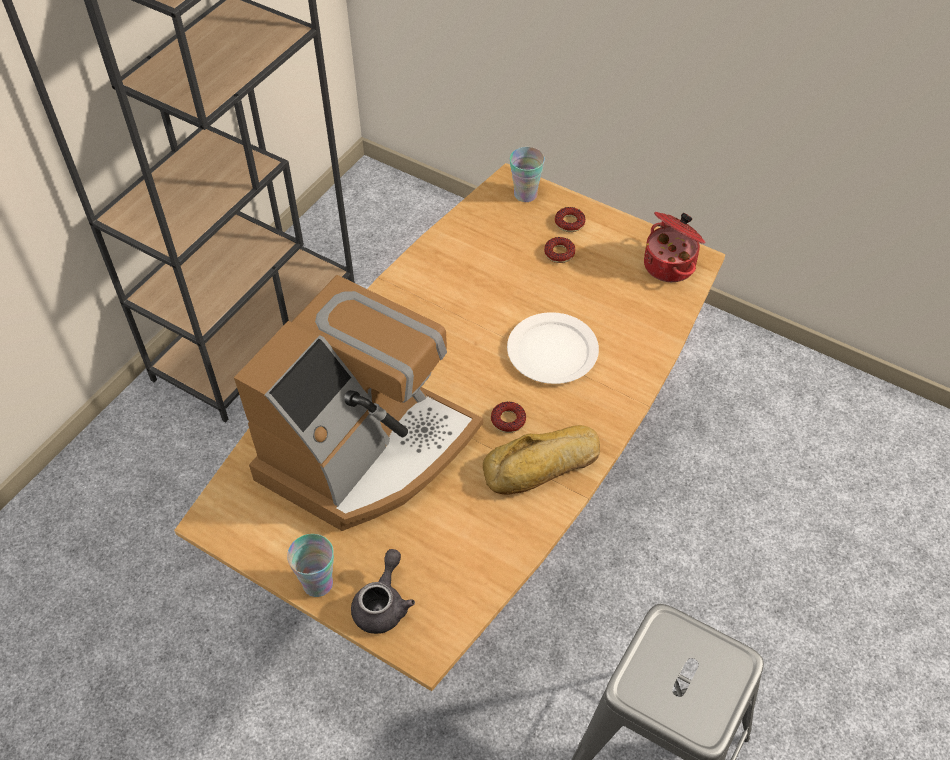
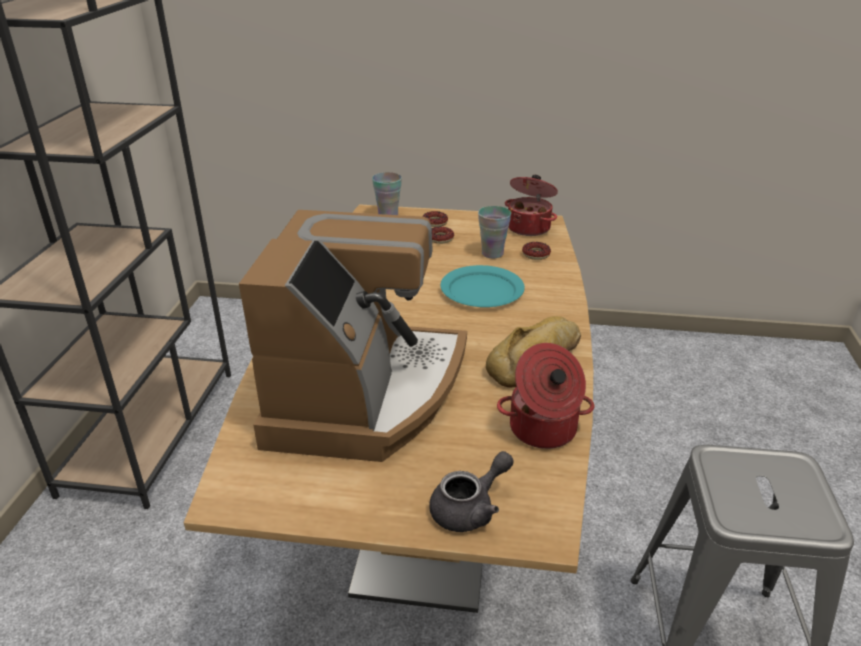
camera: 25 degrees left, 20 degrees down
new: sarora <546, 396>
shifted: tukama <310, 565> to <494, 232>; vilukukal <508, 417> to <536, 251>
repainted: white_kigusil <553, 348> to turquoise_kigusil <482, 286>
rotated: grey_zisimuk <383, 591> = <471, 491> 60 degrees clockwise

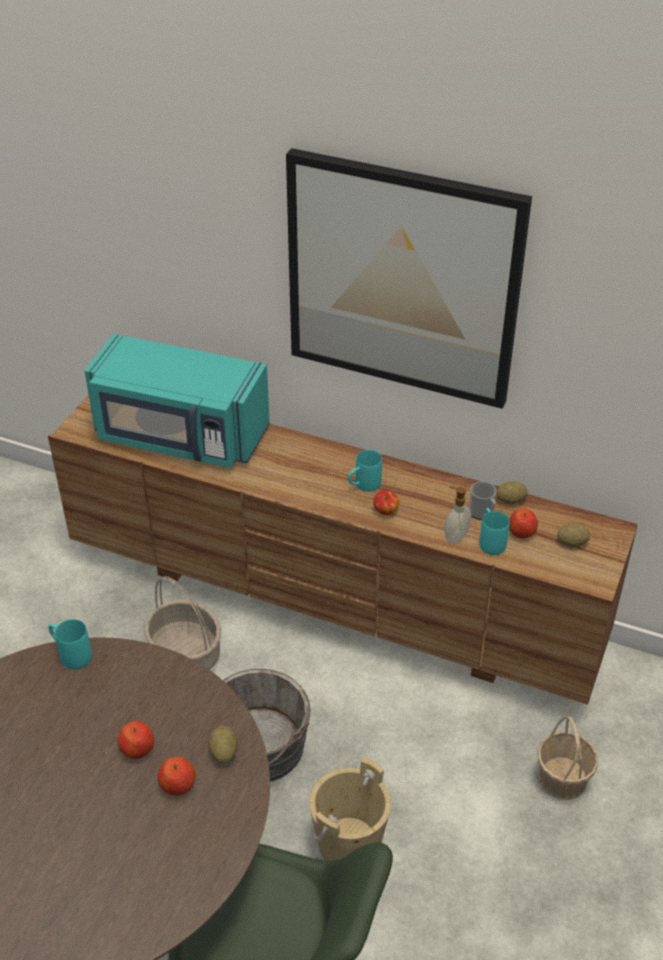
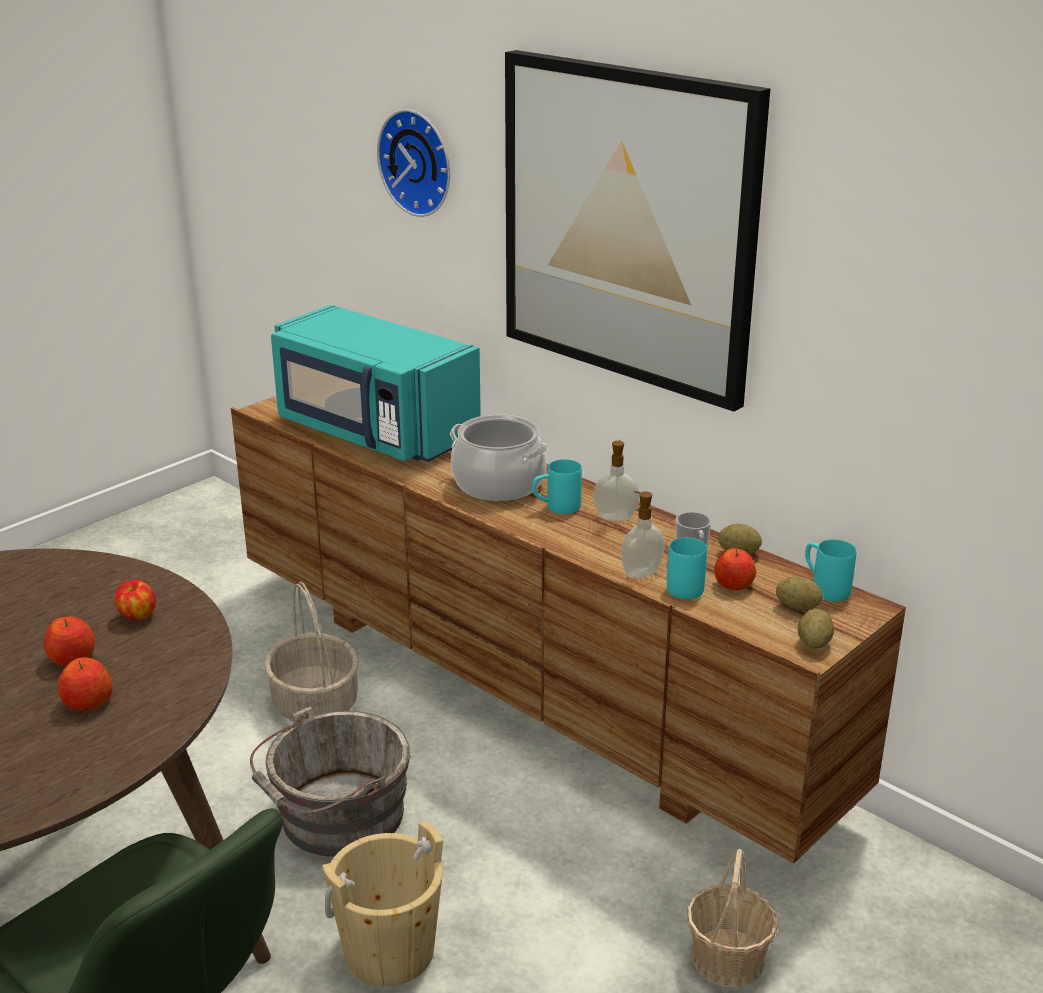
camera: 20 degrees right, 15 degrees down
new: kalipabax <413, 163>; sarora <499, 458>; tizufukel <616, 480>
shifted: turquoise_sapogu <70, 644> to <830, 570>; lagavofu <223, 745> to <816, 628>; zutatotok <386, 502> to <135, 600>

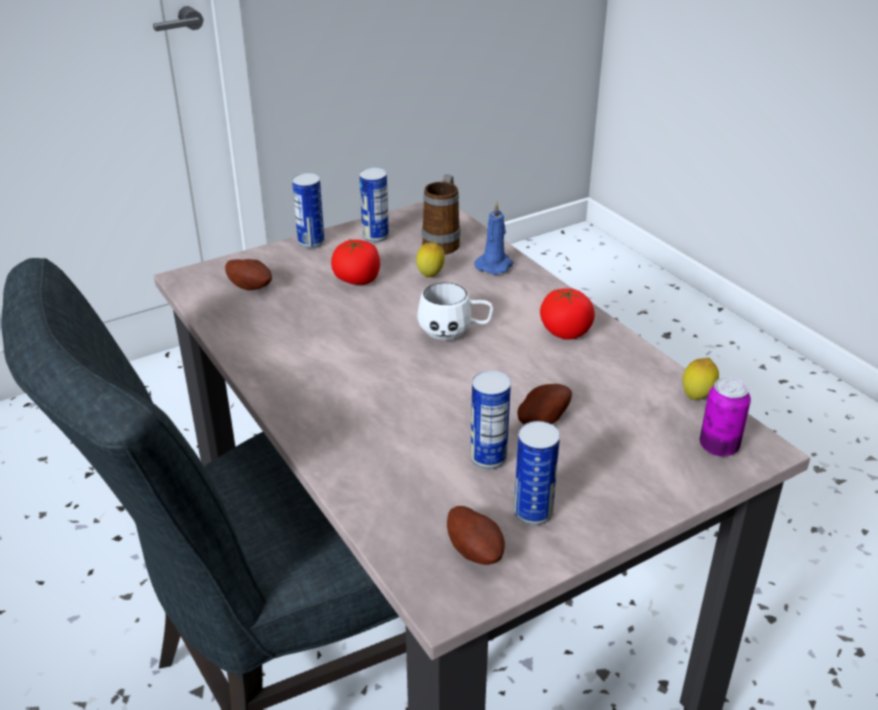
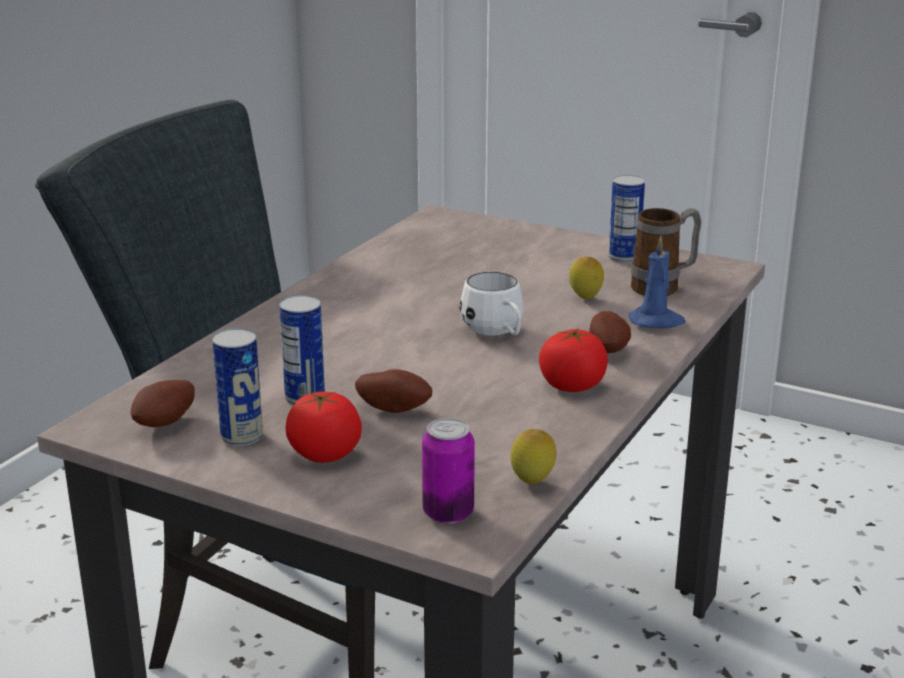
camera: 60 degrees right, 10 degrees down
gone: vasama <308, 211>
shifted: lagavofu <248, 274> to <610, 332>; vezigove <355, 262> to <323, 427>

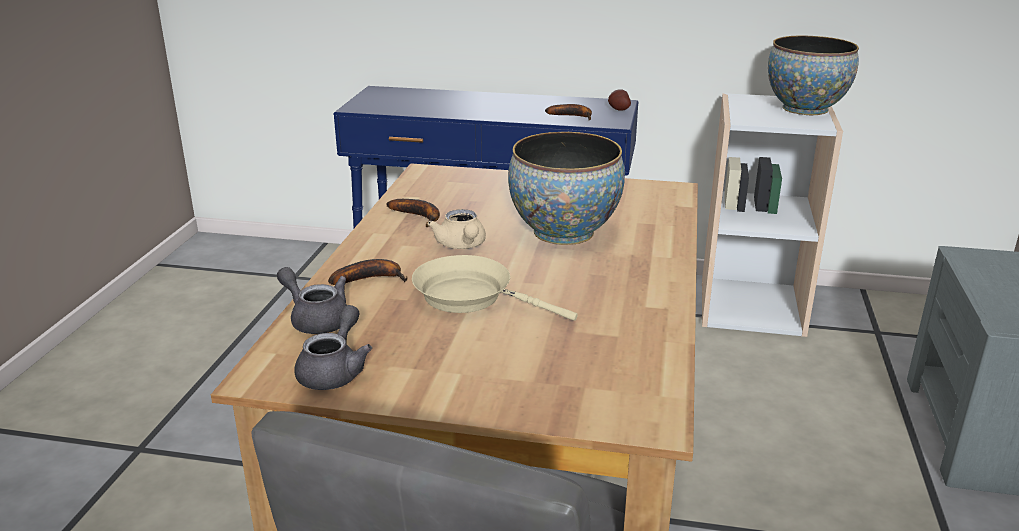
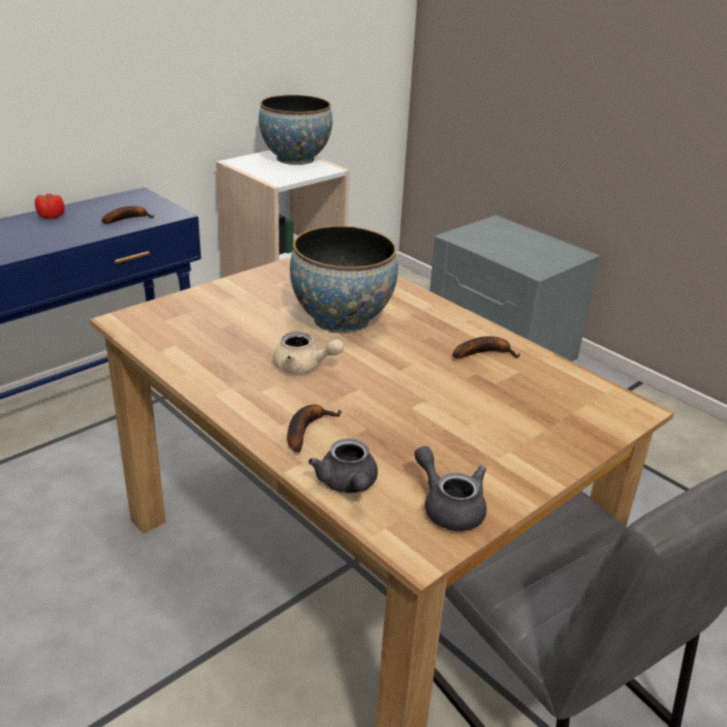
camera: 55 degrees left, 5 degrees up
gone: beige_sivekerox <495, 288>; lagavofu <619, 100>
new: vezigove <50, 206>
shifted: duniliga <413, 213> to <486, 347>
rotated: grey_zisimuk <311, 300> = <343, 466> 90 degrees counterclockwise

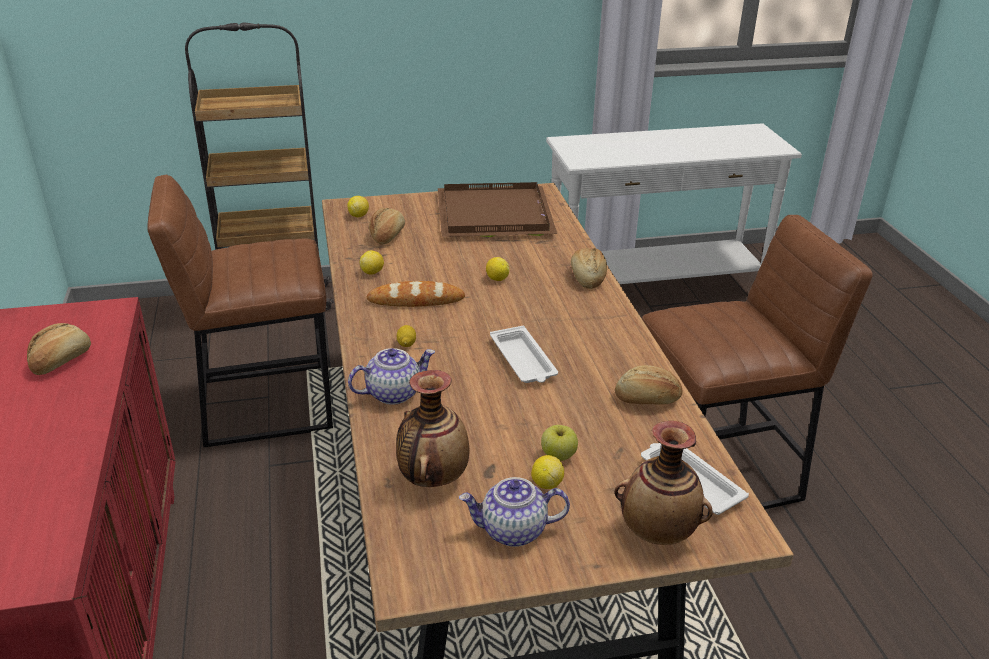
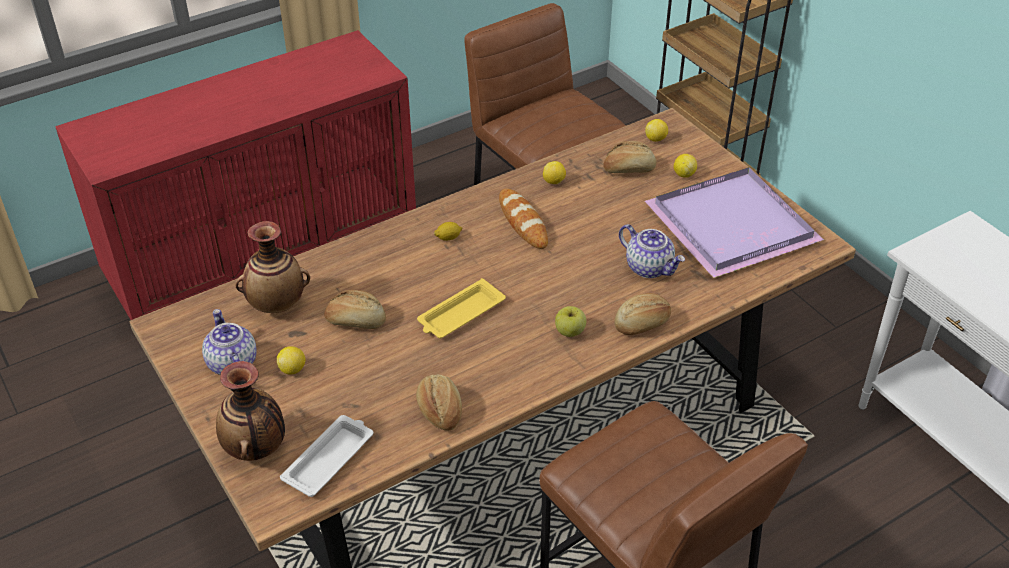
camera: 70 degrees right, 10 degrees up
shifted: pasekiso <59, 349> to <355, 309>; zisimuk <391, 376> to <652, 251>; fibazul <497, 269> to <685, 166>; zutatotok <559, 443> to <570, 321>
repainted: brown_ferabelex <497, 209> to purple_ferabelex <734, 222>; white_ferabelex <524, 354> to yellow_ferabelex <461, 308>

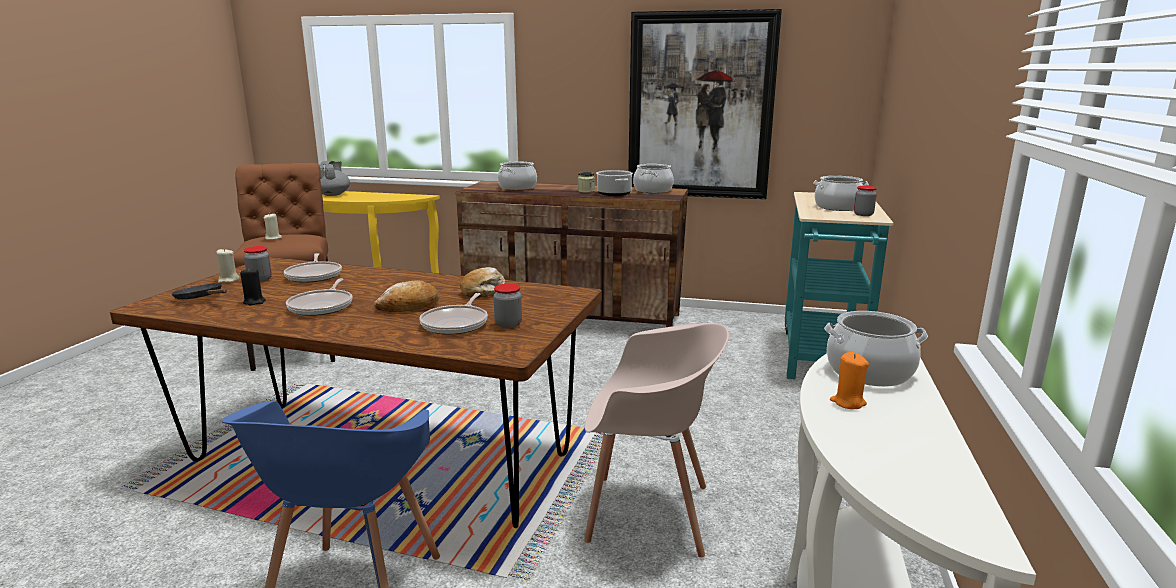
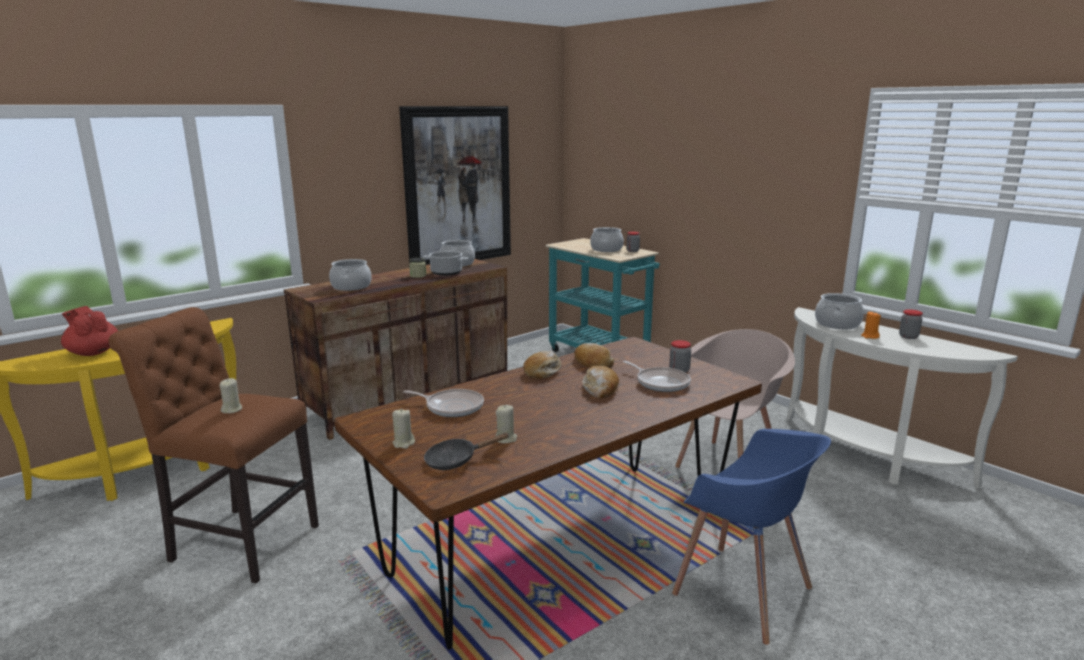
camera: 55 degrees left, 0 degrees up
gone: sivekerox <319, 297>
new: pasekiso <542, 365>
shifted: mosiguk <258, 264> to <911, 324>
repainted: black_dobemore <253, 286> to beige_dobemore <506, 424>; grey_zisimuk <335, 178> to red_zisimuk <89, 331>

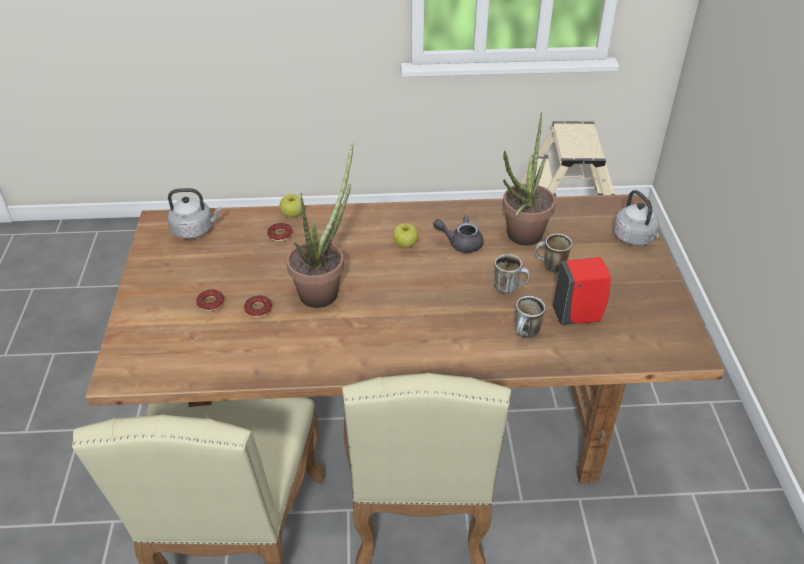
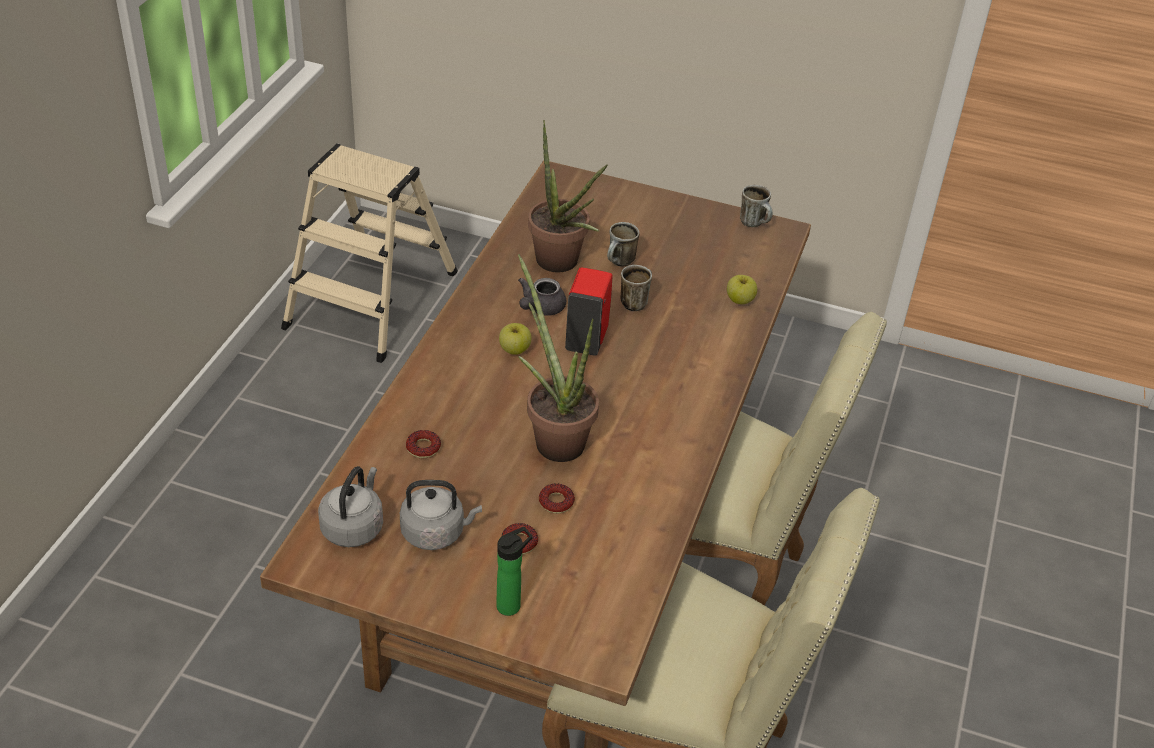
camera: 70 degrees left, 0 degrees up
new: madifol <514, 571>
shifted: zutatotok <292, 206> to <742, 289>; sapogu <530, 317> to <756, 206>; red_tizufukel <582, 291> to <588, 312>; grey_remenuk <636, 218> to <441, 515>

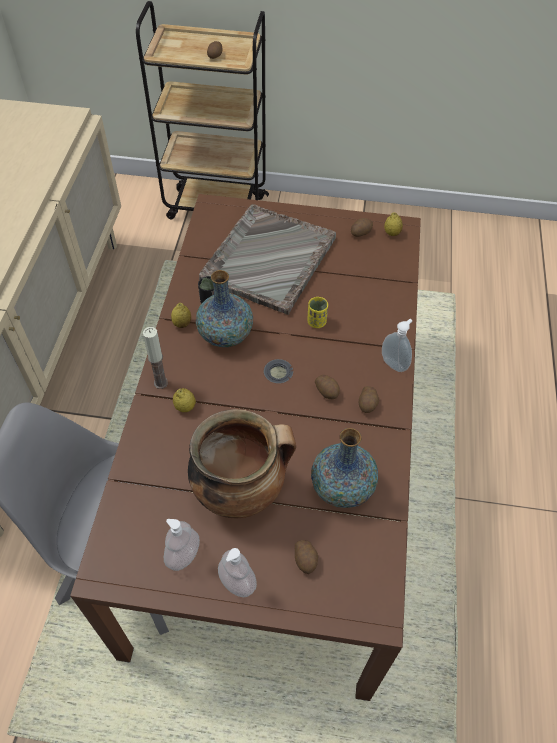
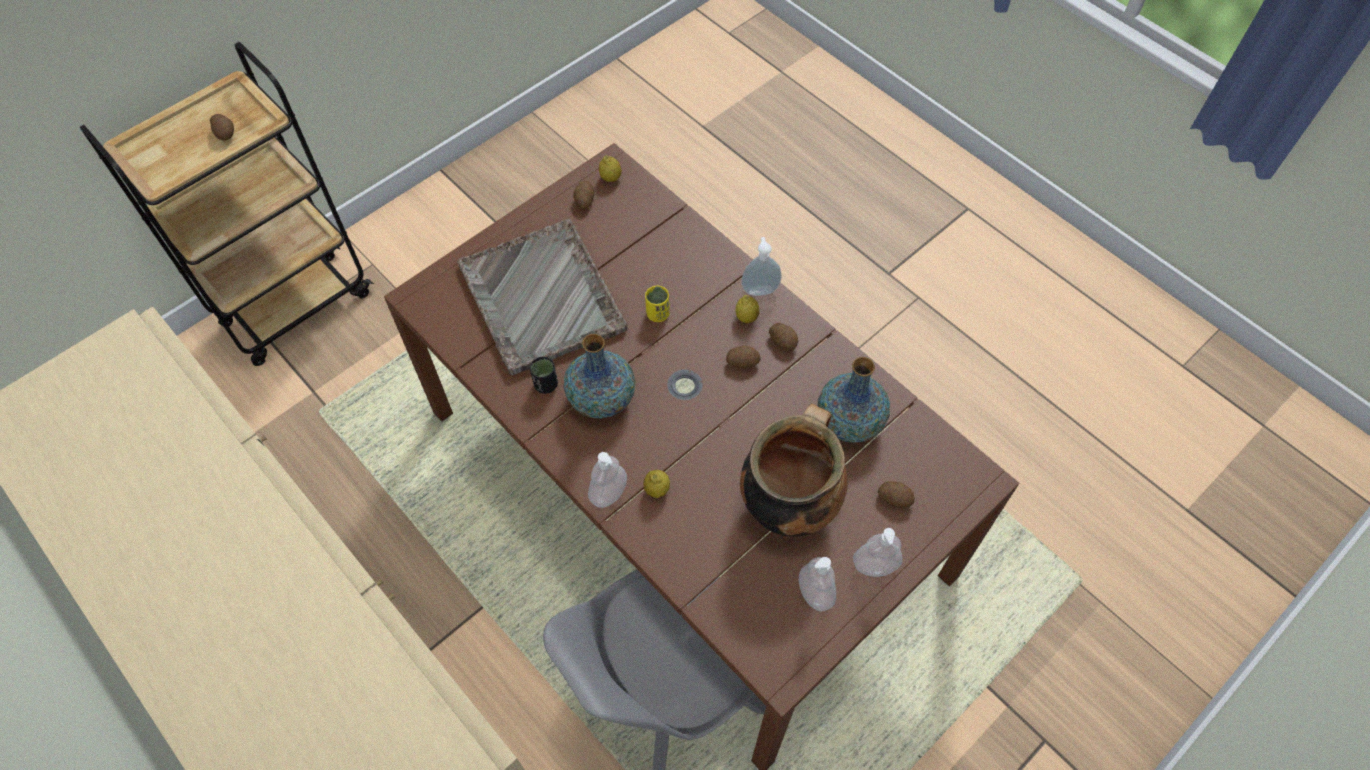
camera: 50 degrees left, 5 degrees up
shifted: fibazul <181, 315> to <747, 309>
swapped: dobemore <155, 358> to tizufukel <607, 480>

